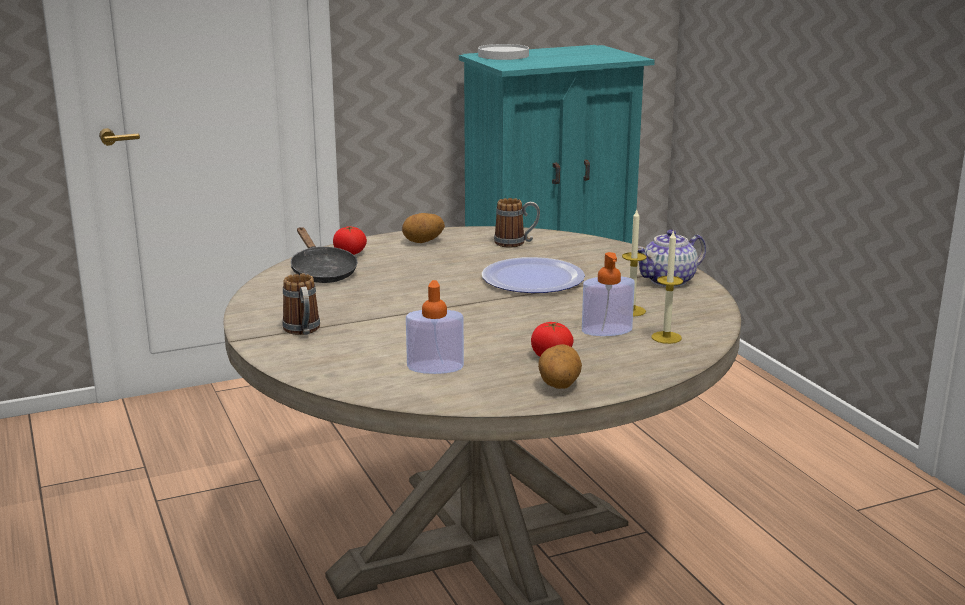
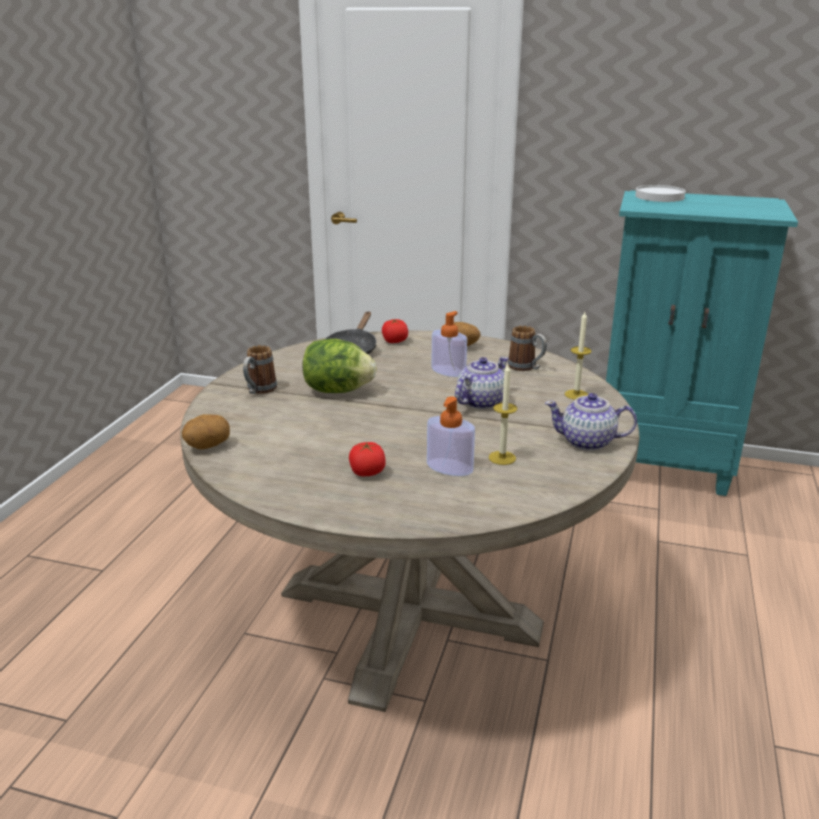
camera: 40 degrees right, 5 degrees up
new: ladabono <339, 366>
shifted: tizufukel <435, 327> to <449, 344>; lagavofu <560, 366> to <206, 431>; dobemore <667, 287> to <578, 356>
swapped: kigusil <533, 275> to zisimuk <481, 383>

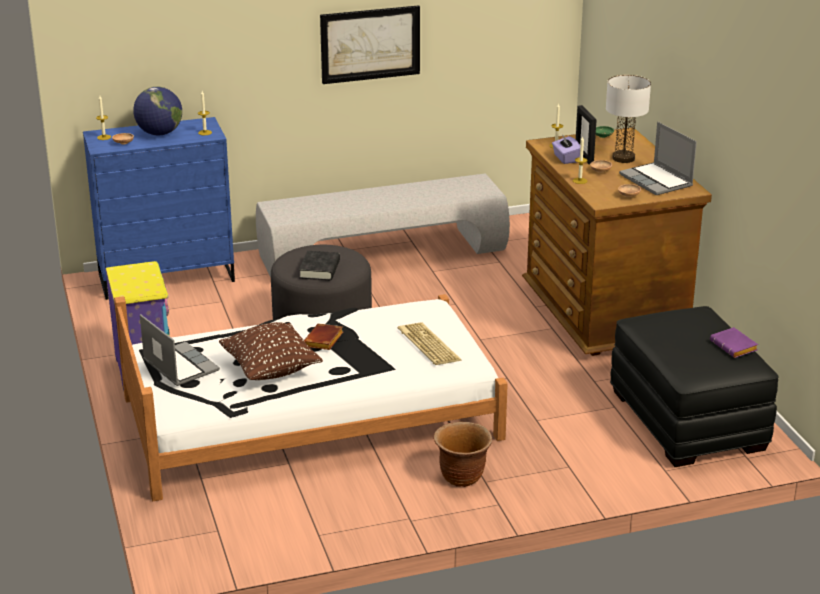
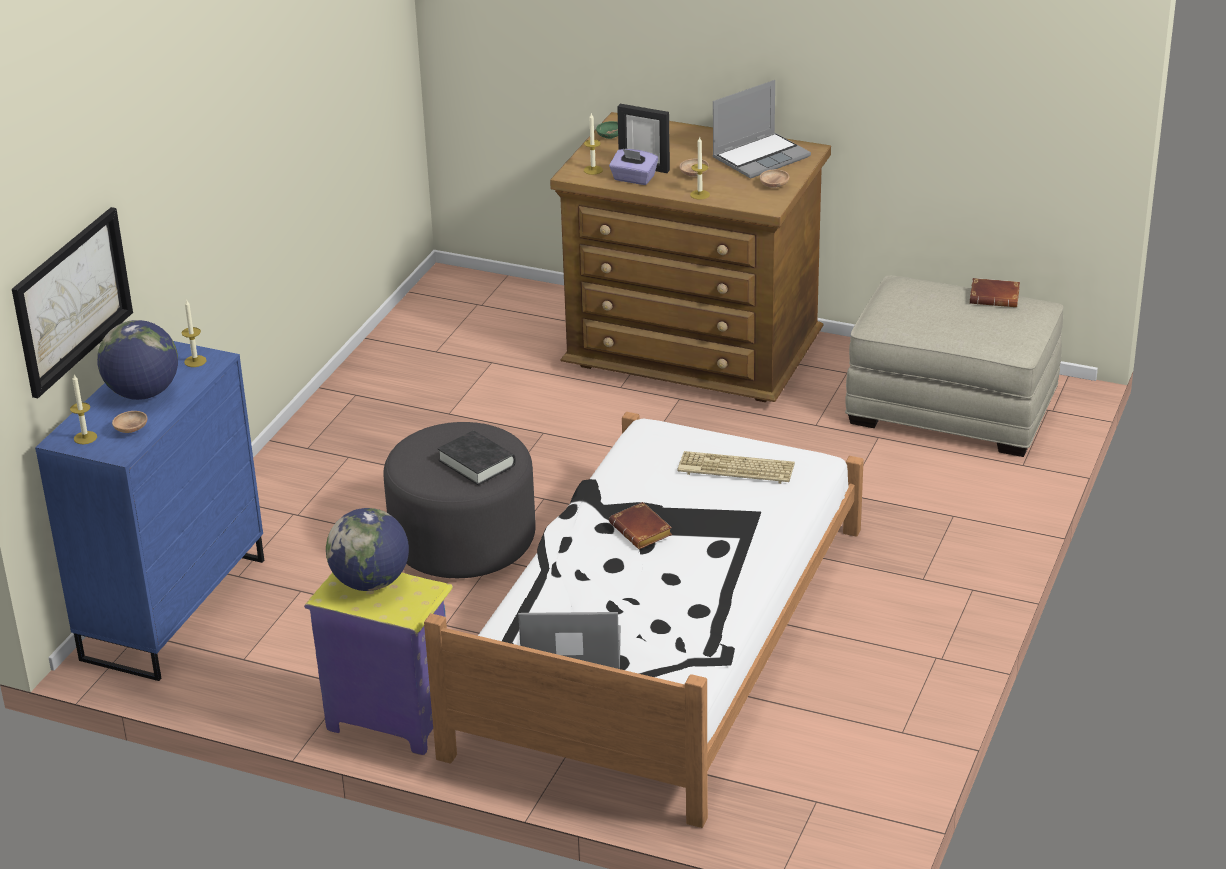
camera: 50 degrees left, 5 degrees up
gone: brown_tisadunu <271, 351>; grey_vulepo <383, 226>; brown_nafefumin <463, 454>; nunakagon <628, 119>
new: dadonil <367, 549>
shifted: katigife <370, 44> to <72, 302>
repainted: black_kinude <694, 386> to beige_kinude <954, 366>; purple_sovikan <734, 342> to brown_sovikan <995, 292>
rotated: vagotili <658, 158> = <761, 129> 45 degrees counterclockwise

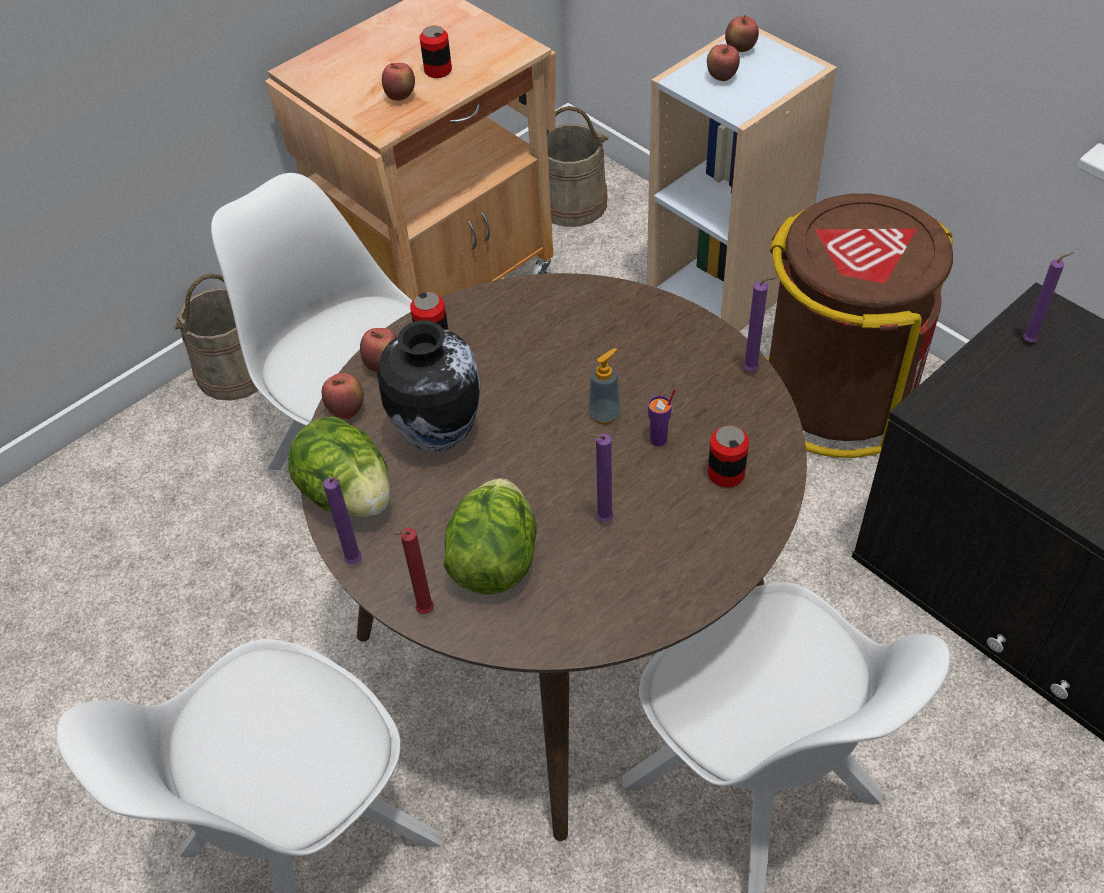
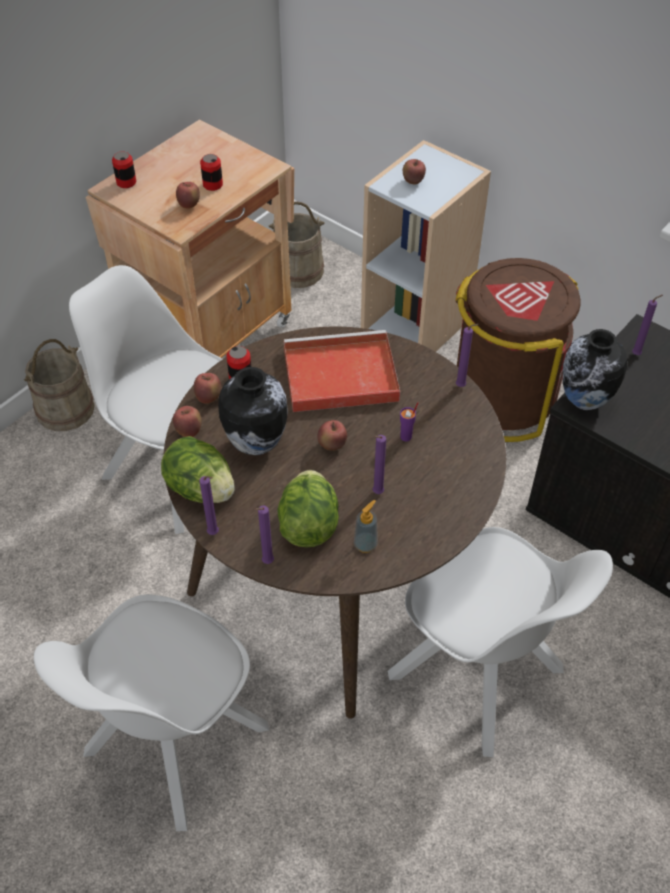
camera: 10 degrees left, 0 degrees up
new: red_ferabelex <342, 371>; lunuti <595, 369>
shifted: tizufukel <604, 386> to <366, 526>; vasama <728, 456> to <124, 169>; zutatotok <742, 33> to <332, 435>
repainted: red_dobemore <413, 571> to purple_dobemore <264, 535>

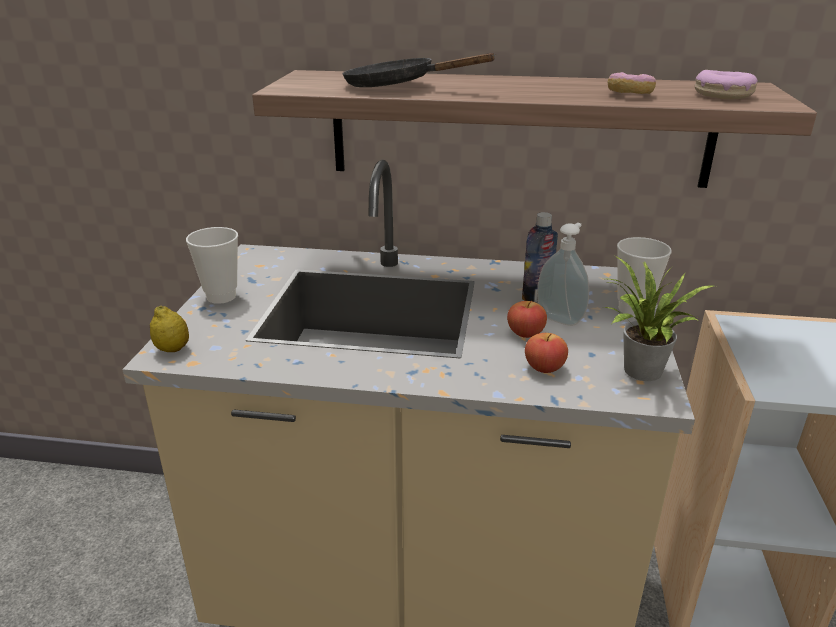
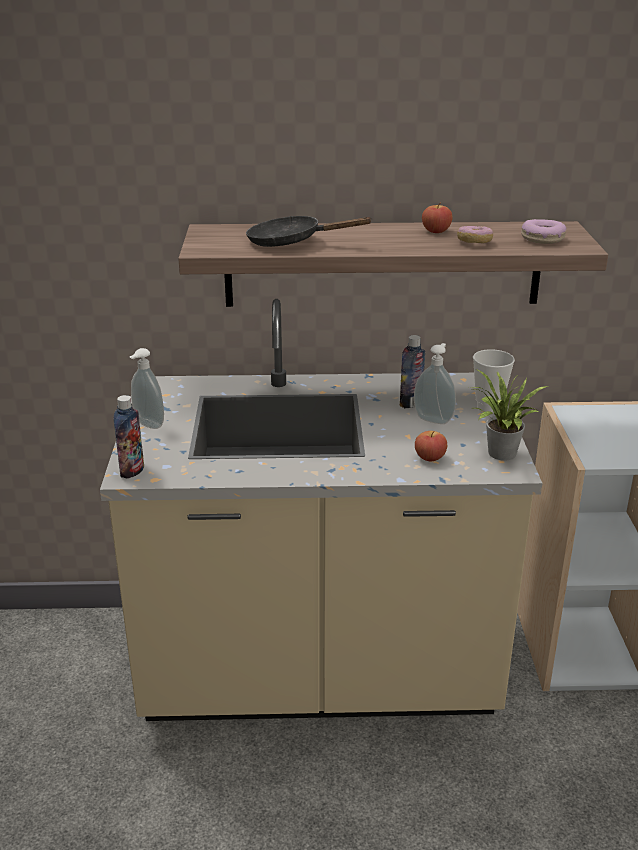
camera: 10 degrees left, 0 degrees up
shifted: zutatotok <527, 319> to <437, 217>
swapped: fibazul <169, 329> to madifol <129, 437>; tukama <212, 265> to tizufukel <146, 388>

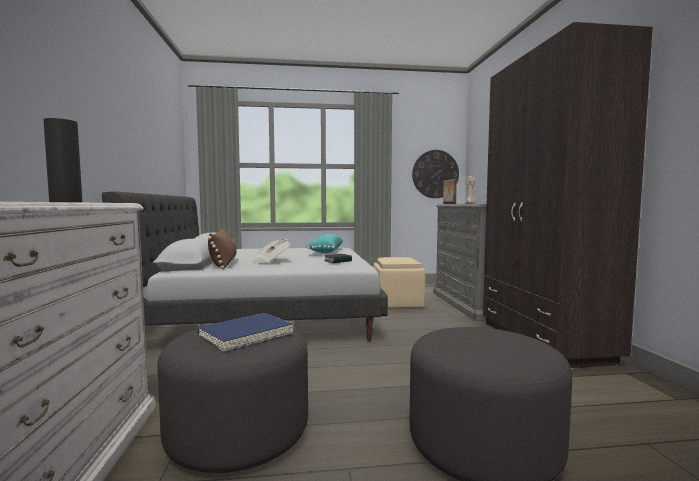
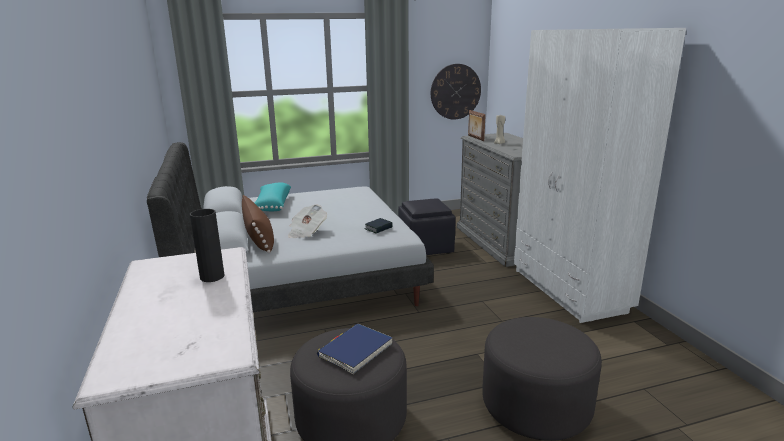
camera: 10 degrees left, 15 degrees up
shifted: turquoise_tisadunu <324, 243> to <272, 196>
repainted: beige_kinude <399, 282> to black_kinude <427, 226>; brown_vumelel <568, 195> to white_vumelel <600, 175>

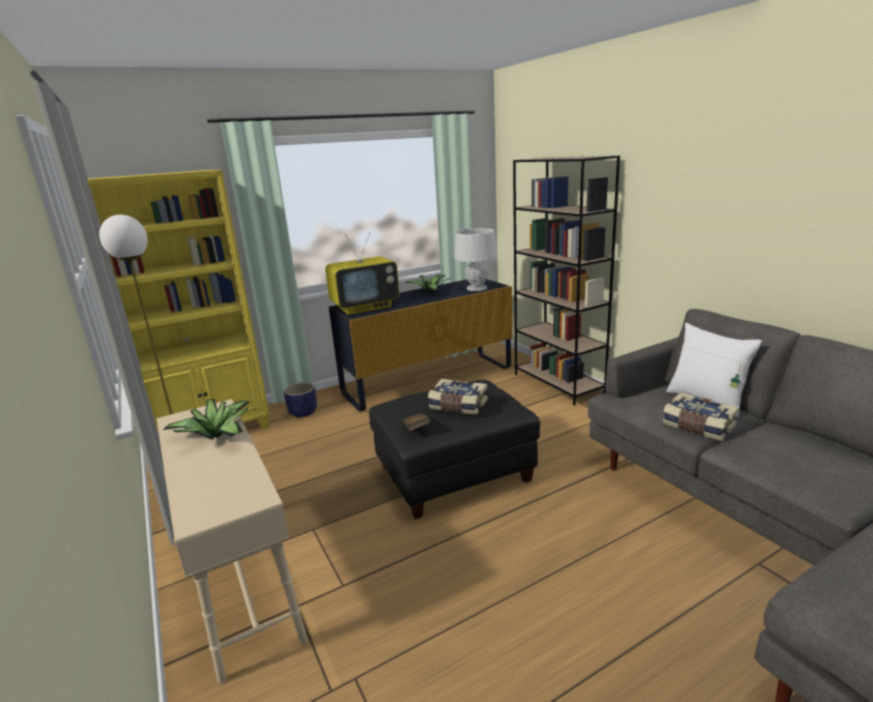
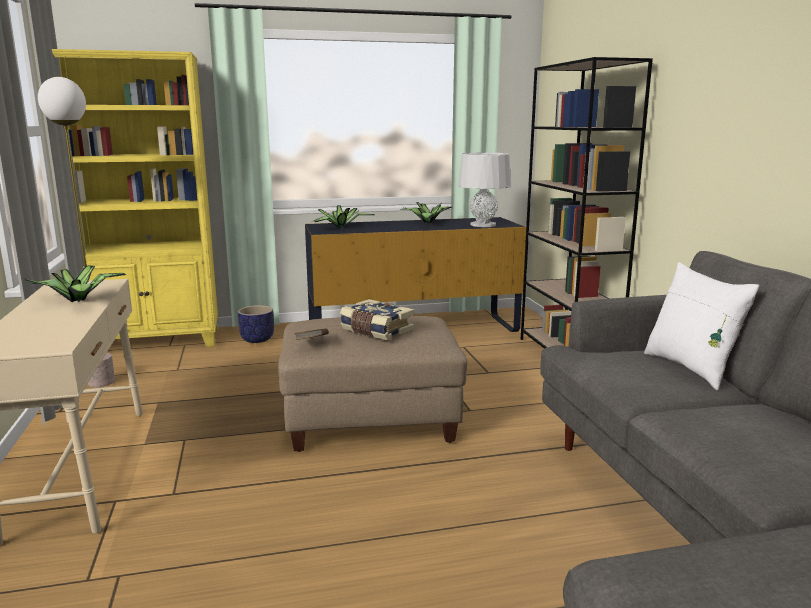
camera: 15 degrees right, 5 degrees down
gone: sovikan <701, 416>
swapped: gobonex <362, 273> to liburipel <344, 216>
repainted: black_kinude <454, 449> to beige_kinude <372, 384>

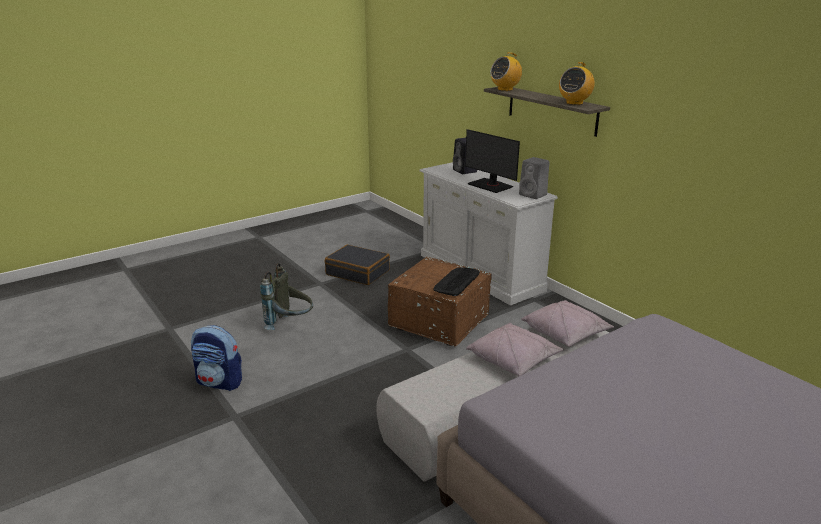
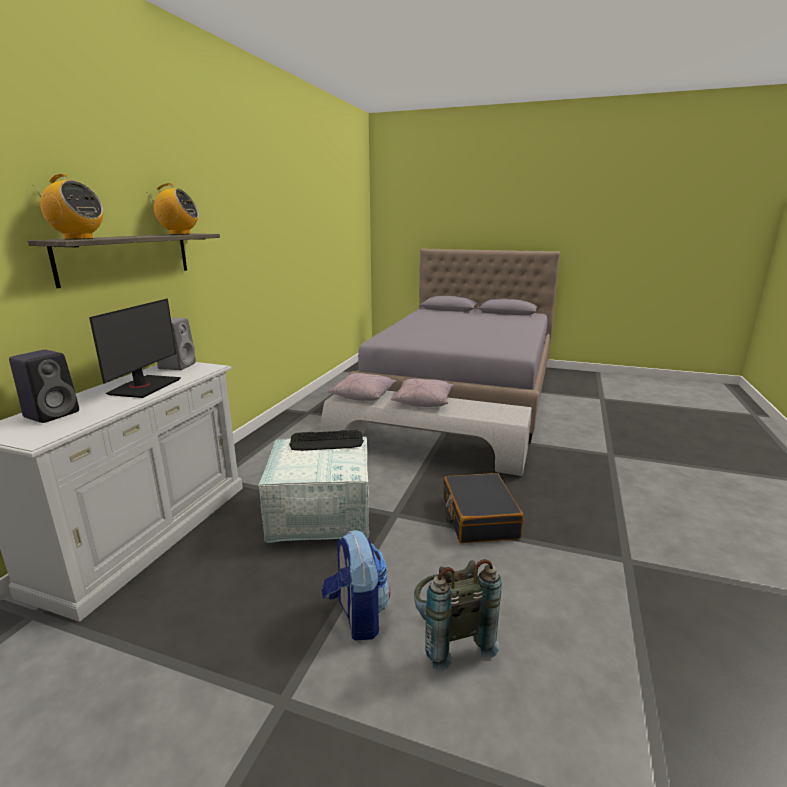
camera: 125 degrees left, 5 degrees down
shifted: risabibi <216, 358> to <356, 585>; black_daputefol <357, 265> to <483, 508>
repainted: brown_kinude <440, 302> to white_kinude <313, 490>

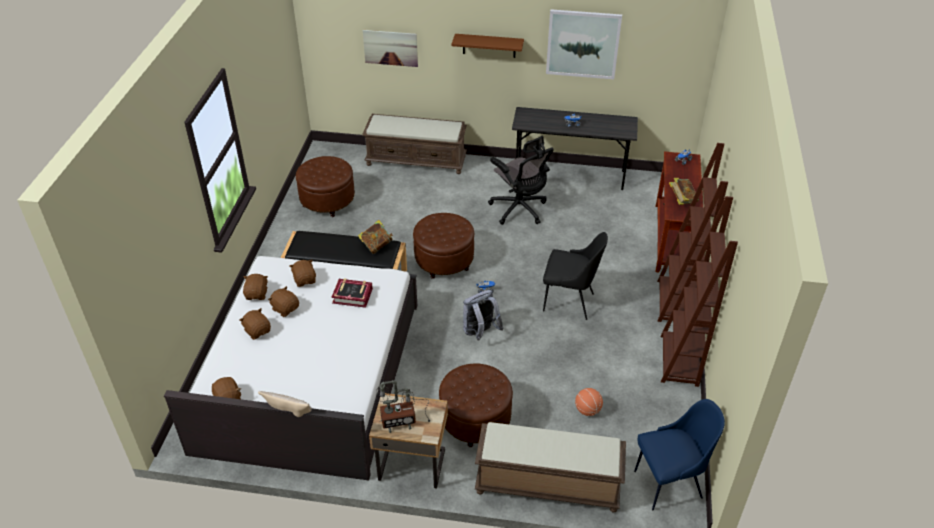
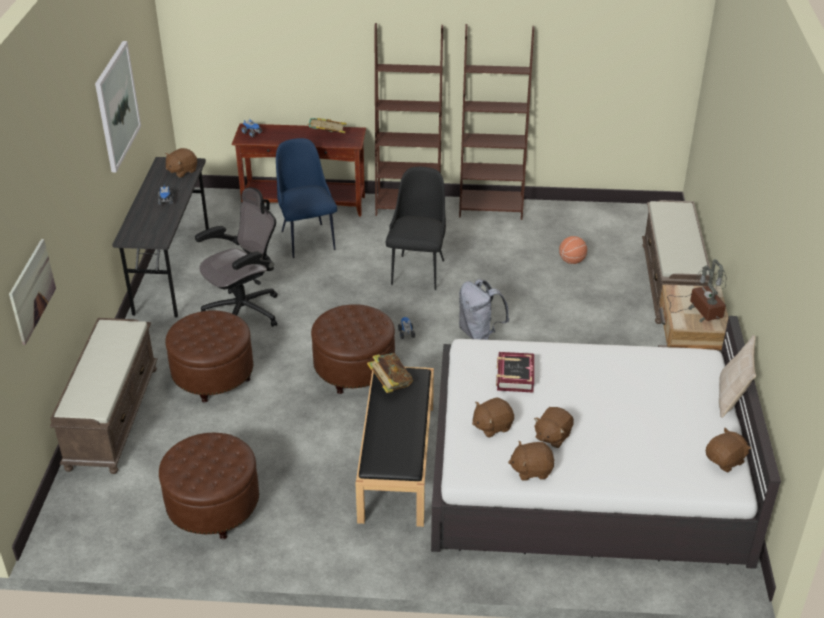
camera: 95 degrees left, 5 degrees down
gone: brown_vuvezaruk <488, 46>
shifted: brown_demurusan <255, 324> to <181, 163>; brown_kinude <476, 405> to <209, 356>; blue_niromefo <679, 454> to <306, 198>

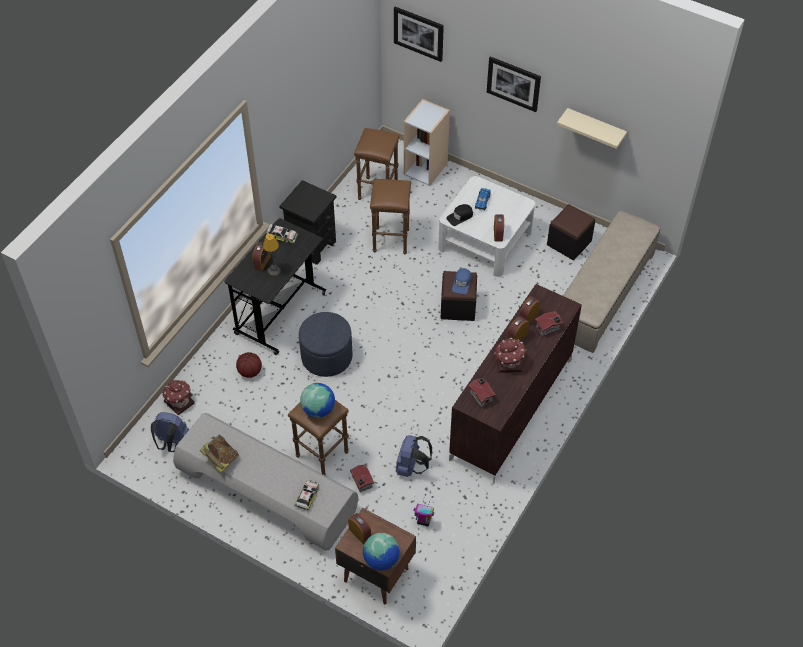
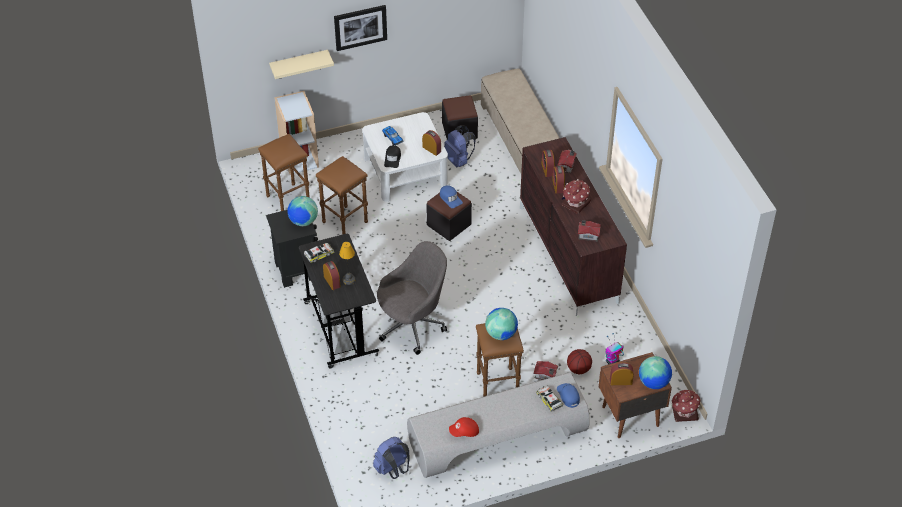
camera: 50 degrees left, 5 degrees down
gone: katigife <419, 34>
new: dadonil <302, 211>; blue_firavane <568, 395>
shifted: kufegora <178, 397> to <686, 405>; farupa <249, 365> to <579, 361>; blue_risabibi <414, 456> to <460, 146>; beige_vuvezaruk <592, 128> to <301, 64>
swapped: sovikan <219, 453> to red_firavane <464, 427>; blue_kinude <326, 344> to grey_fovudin <412, 298>

